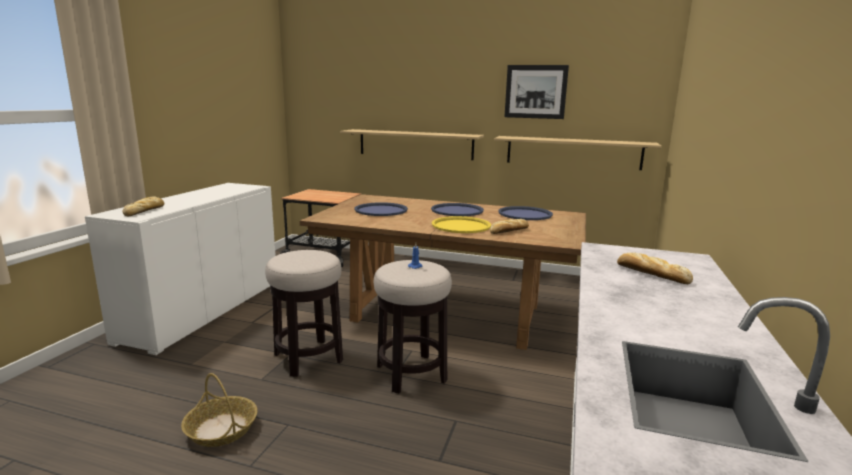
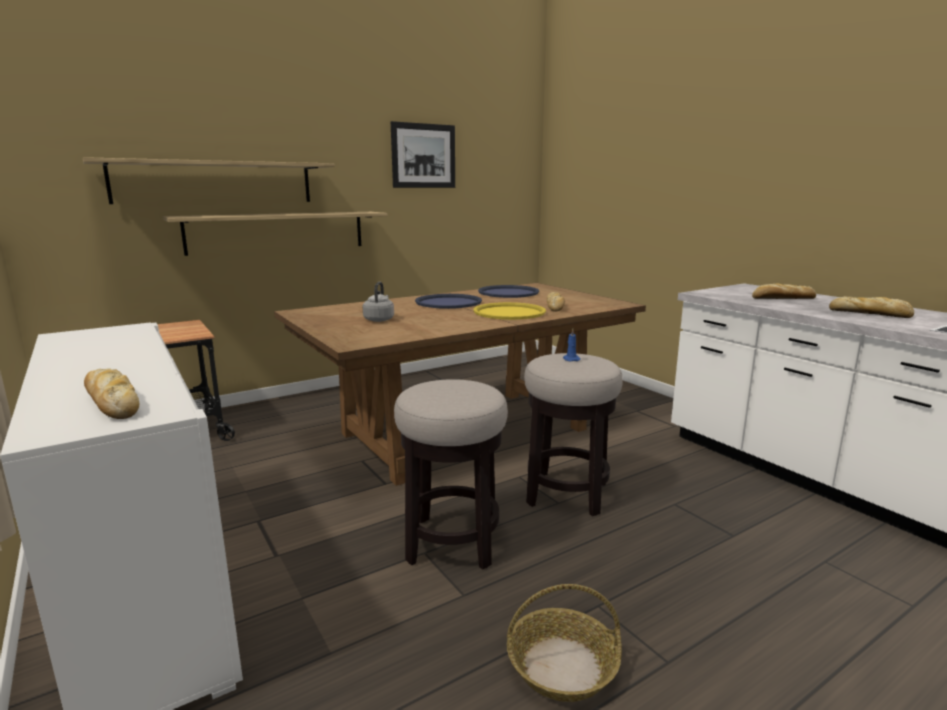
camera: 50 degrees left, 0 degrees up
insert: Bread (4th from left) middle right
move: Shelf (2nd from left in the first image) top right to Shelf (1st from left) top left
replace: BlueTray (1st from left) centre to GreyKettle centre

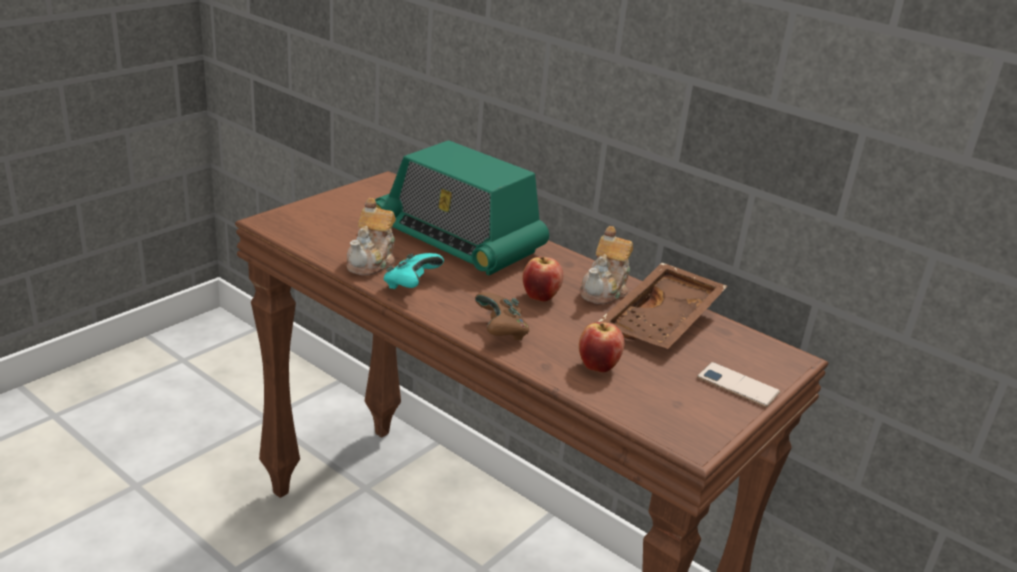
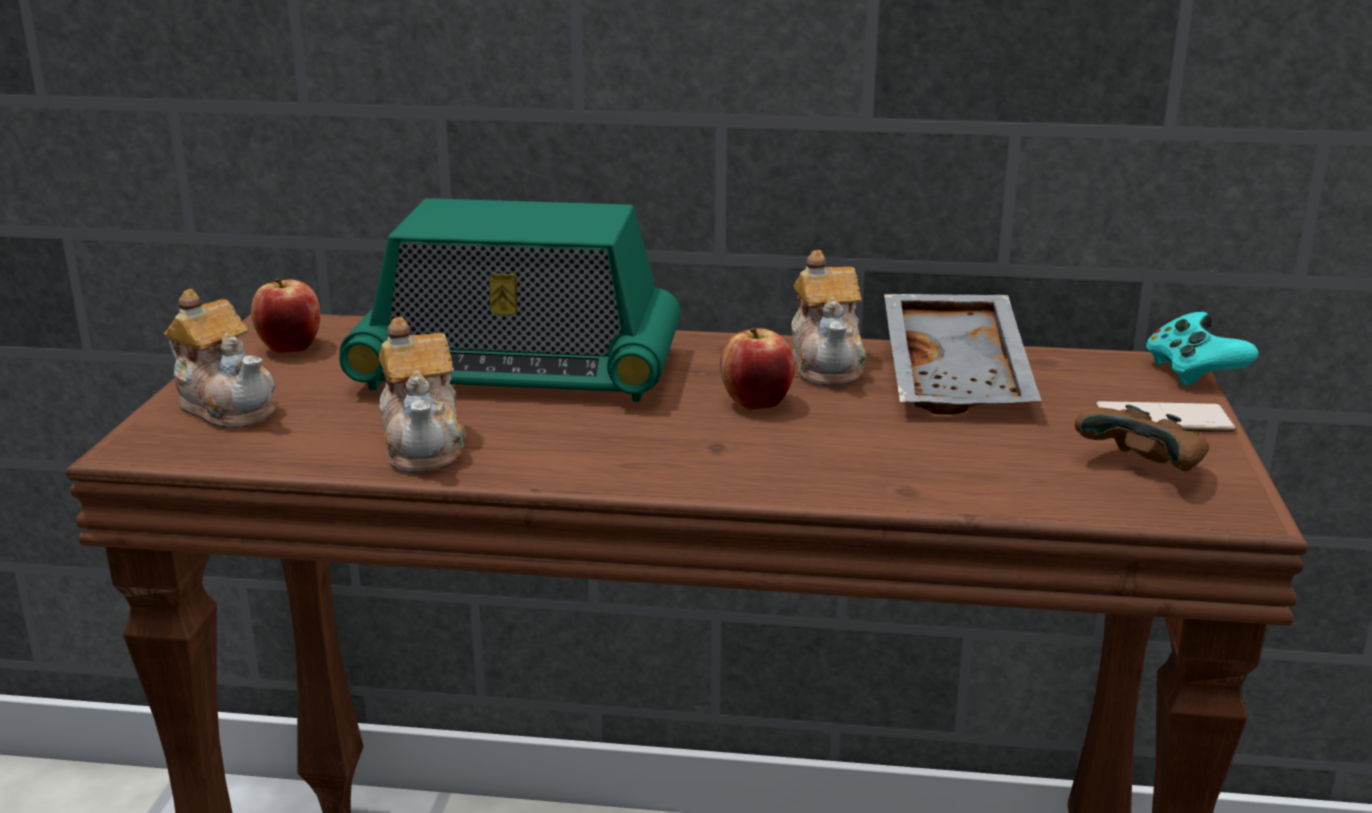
camera: 30 degrees left, 5 degrees down
insert: Teapot (1st from left) middle left
move: TurquoiseGameController centre to middle right; BrownGameController centre to middle right; Apple (2nd from left in the first image) centre to Apple (1st from left) middle left
recolor: BrownTray centre to GreyTray middle right

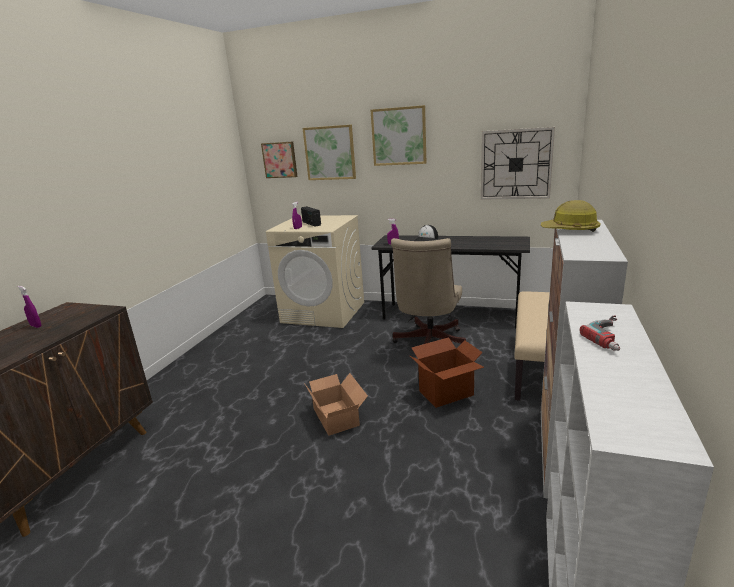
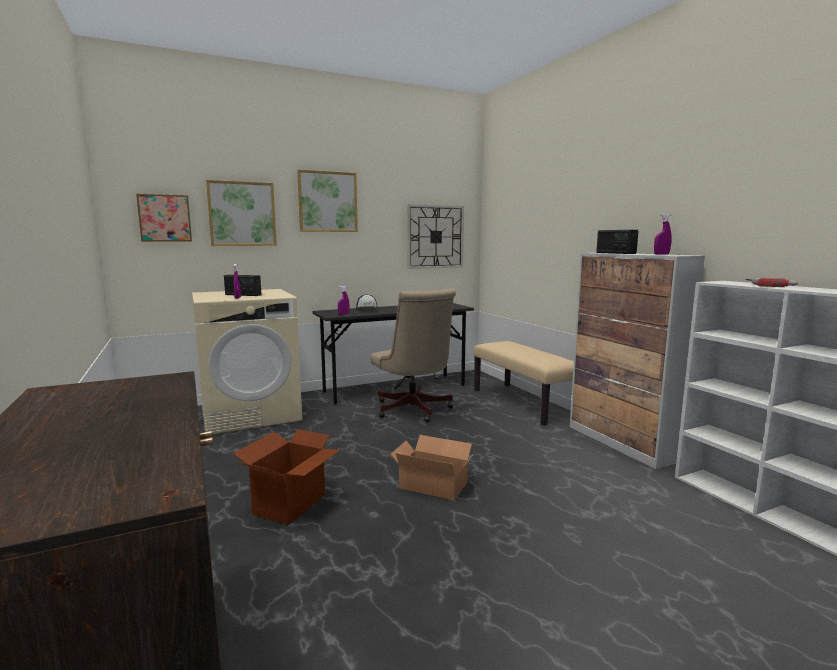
camera: 45 degrees left, 10 degrees down
move: PurpleSprayBottle (1st from left in the first image) middle left to PurpleSprayBottle (3rd from left) middle right; CardboardBox (2nd from left in the first image) centre to CardboardBox (1st from left) bottom centre
replace: HardHat middle right to Radio (2nd from left) middle right

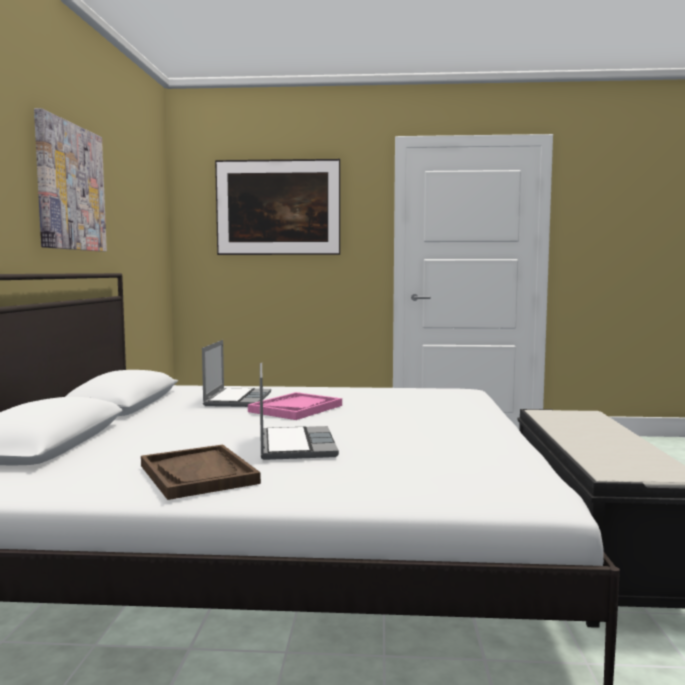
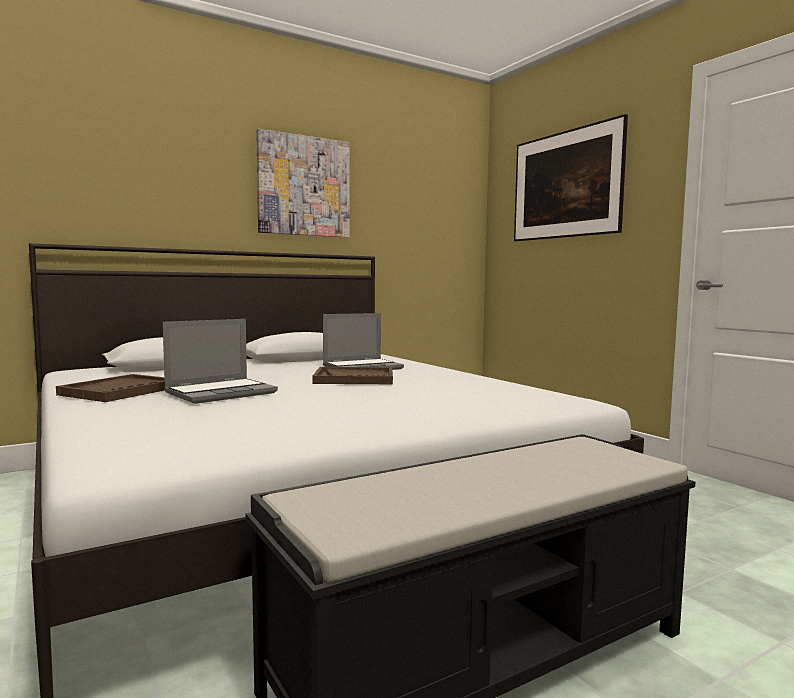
camera: 55 degrees right, 0 degrees up
recolor: PinkTray centre to BrownTray (2nd from left) centre

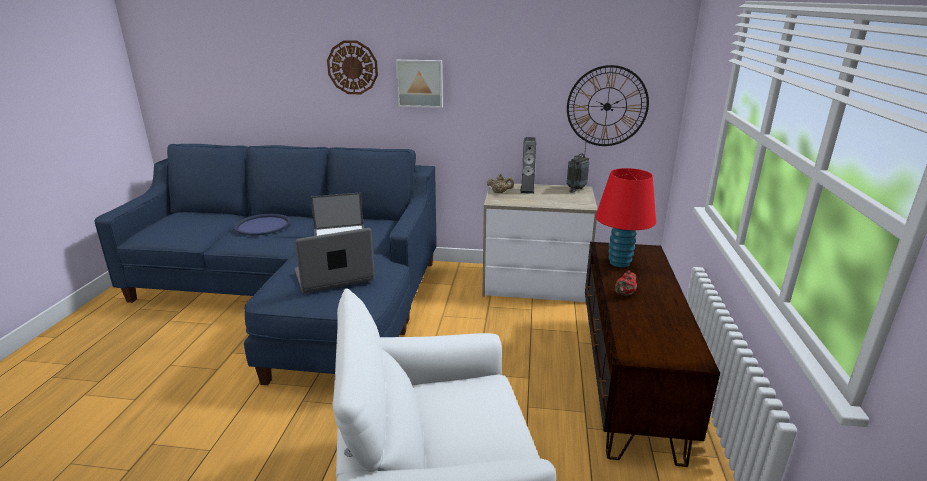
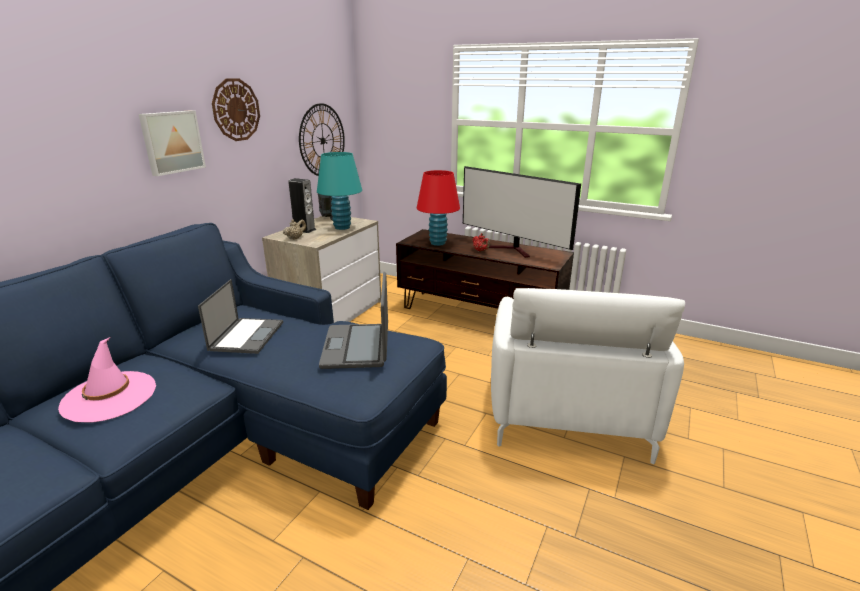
camera: 70 degrees left, 0 degrees up
insert: TurquoiseTableLamp top centre; Television centre
move: WallClock (1st from left) top centre to top left
replace: BlueTray middle left to PinkHat middle left

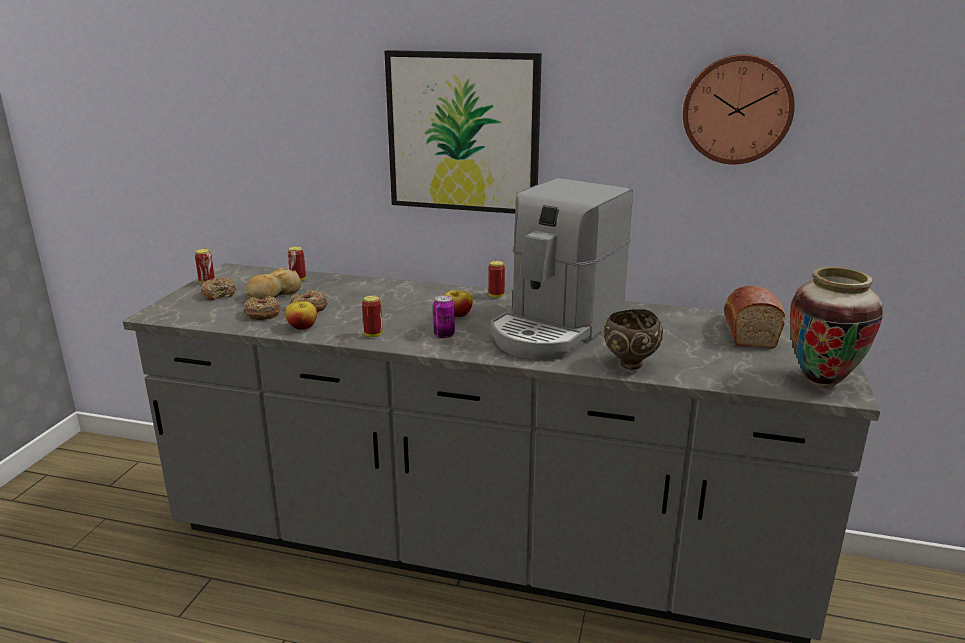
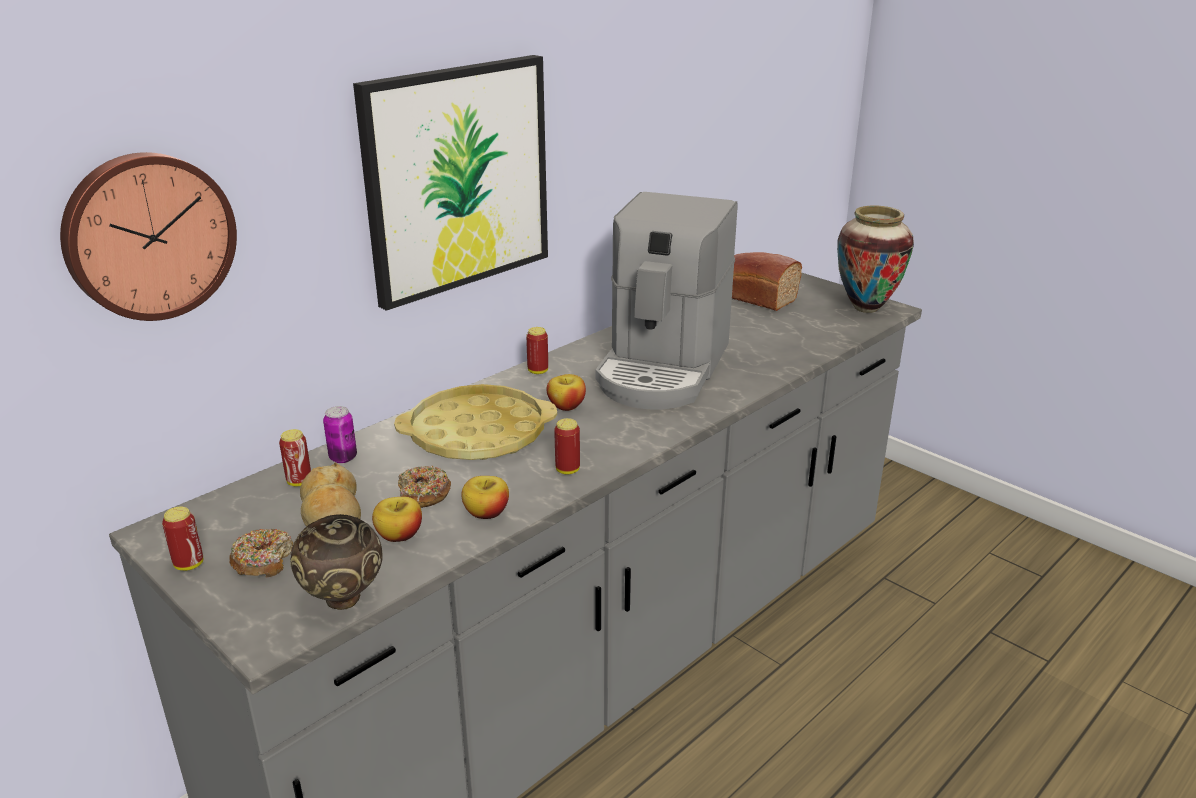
camera: 60 degrees left, 5 degrees up
insert: YellowTray centre
move: WallClock top right to top left; Can (4th from left in the first image) centre to Can (3rd from left) middle left; BrownBowl centre to bottom left
replace: Donut (2nd from left) middle left to Apple (1st from left) middle left
rotate: CoffeeMachine centre = centre 45 degrees clockwise

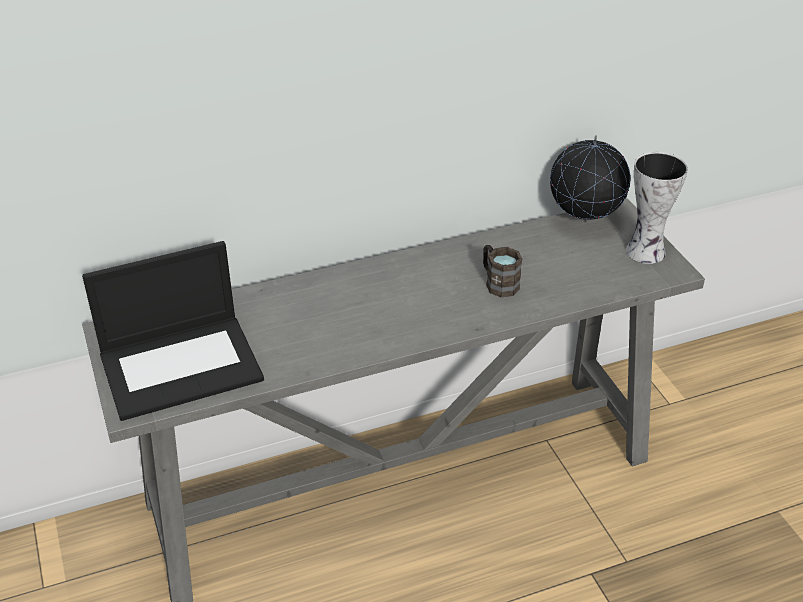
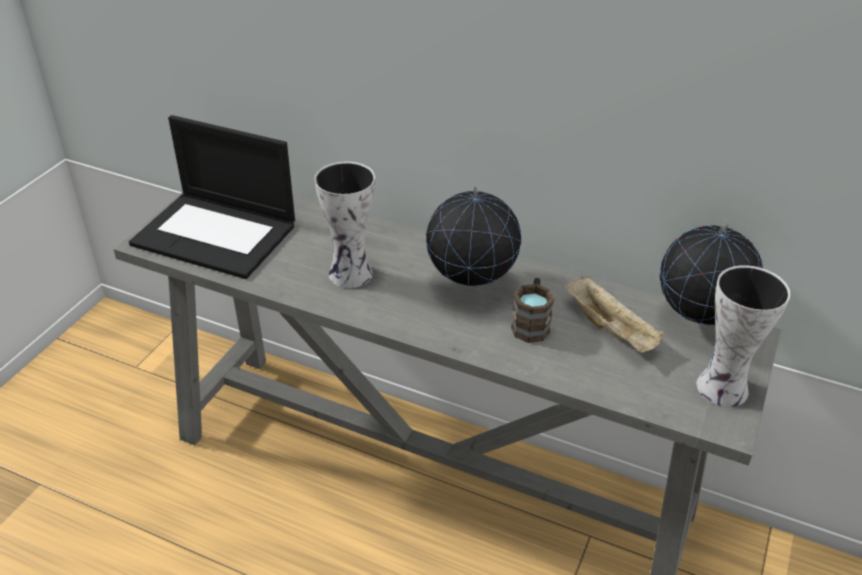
camera: 45 degrees right, 0 degrees up
insert: Vase (1st from left) centre; Globe (1st from left) centre; BeigeTray middle right

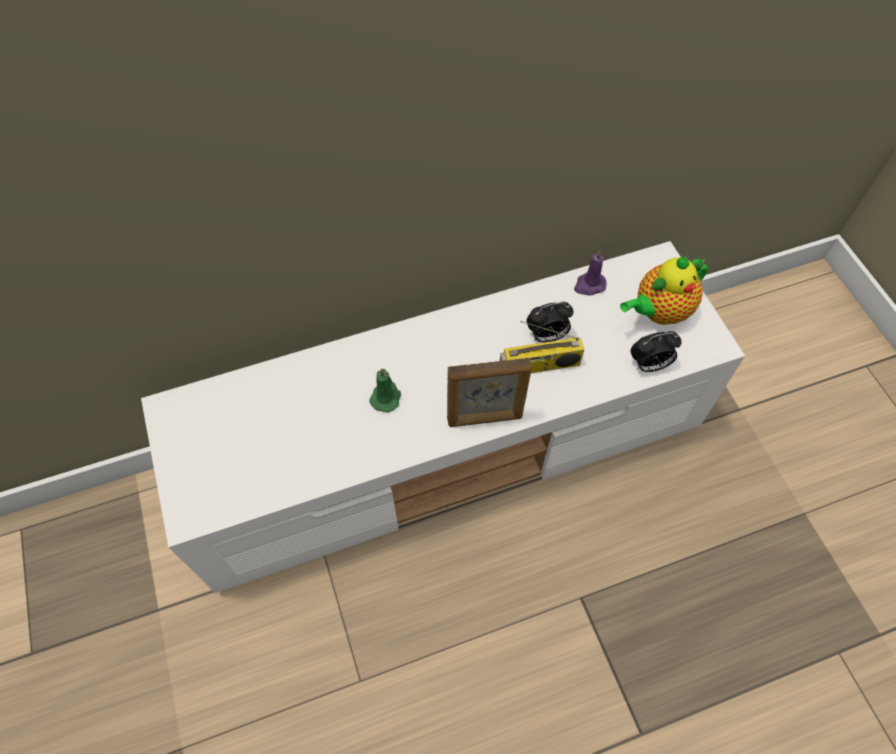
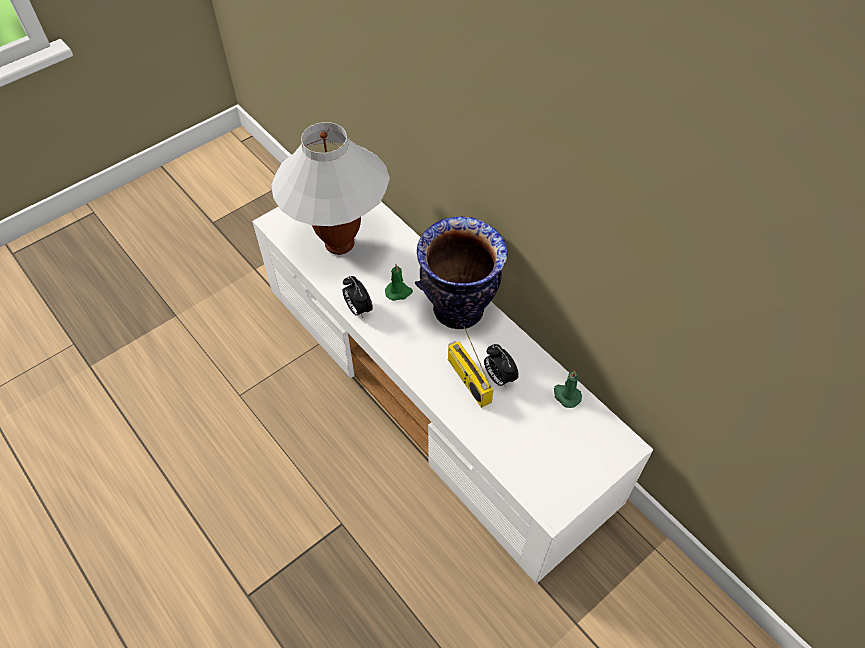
camera: 70 degrees right, 5 degrees down
delete: Teapot middle right; PictureFrame centre
insert: WhiteTableLamp top centre; Vase centre
move: AlarmClock (2nd from left in the first image) middle right to AlarmClock (1st from left) centre
recolor: PurpleCandle centre to GreenCandle (2nd from left) centre

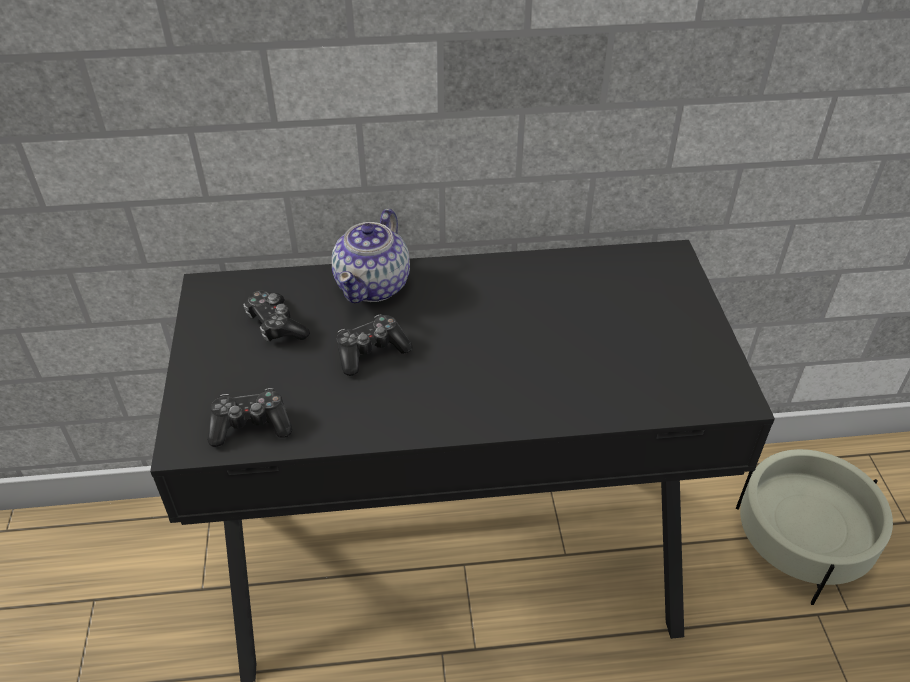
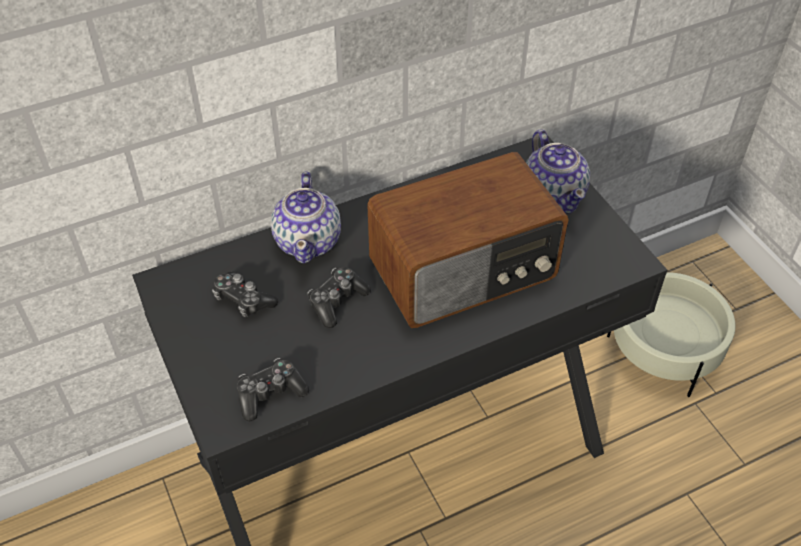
camera: 20 degrees left, 5 degrees up
insert: Teapot (2nd from left) top right; Radio centre

